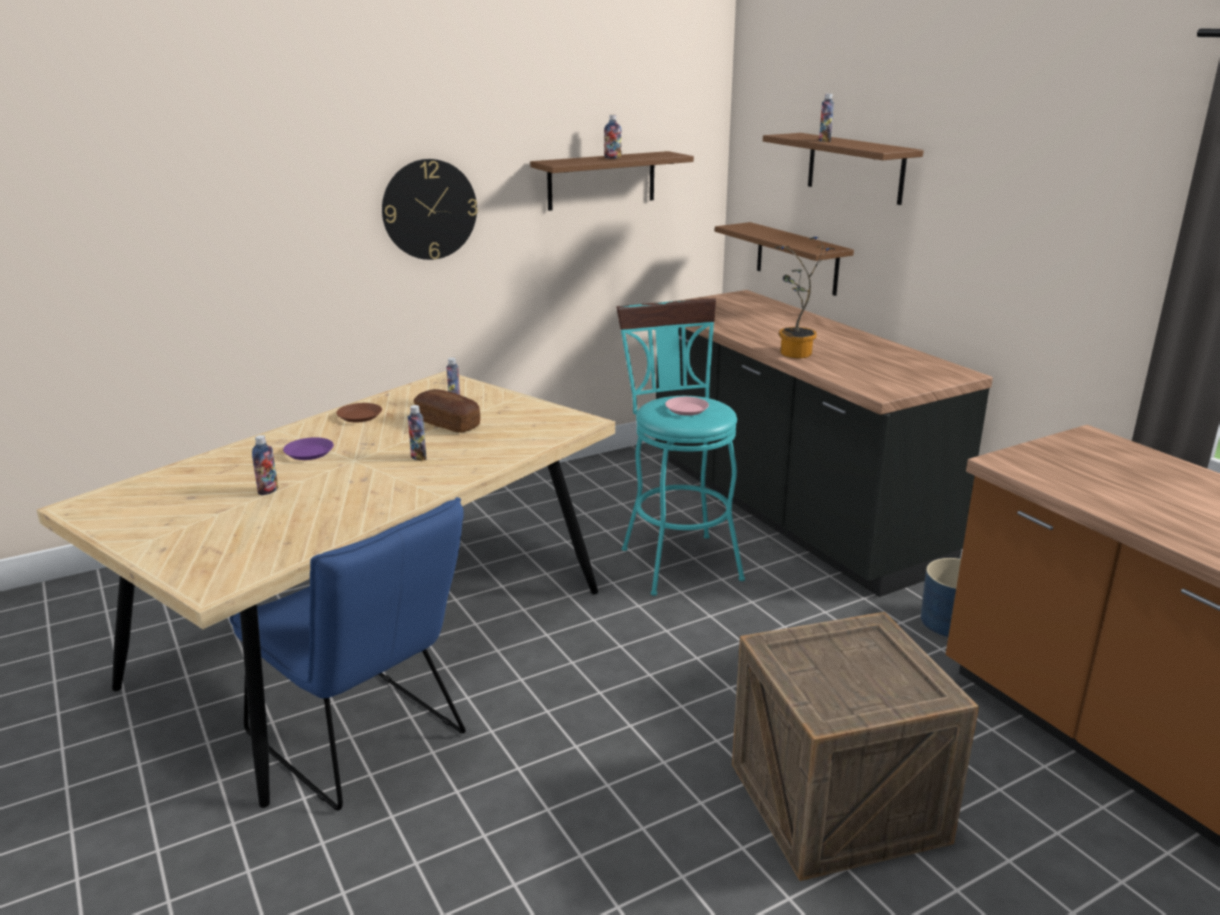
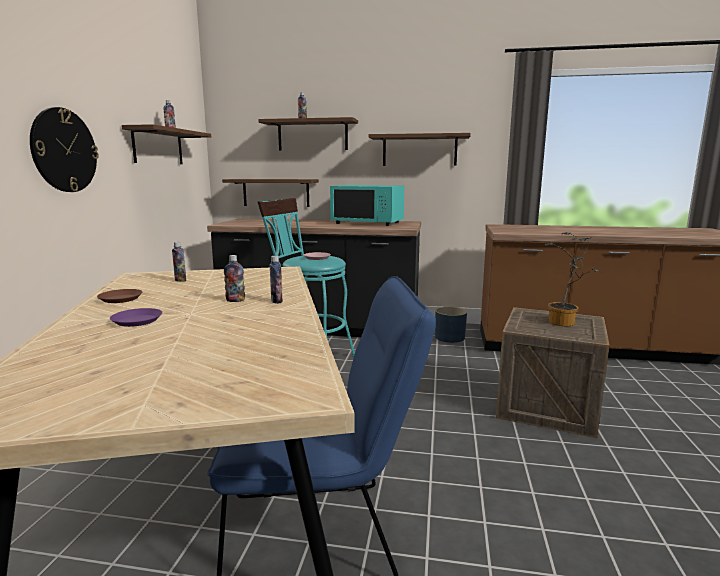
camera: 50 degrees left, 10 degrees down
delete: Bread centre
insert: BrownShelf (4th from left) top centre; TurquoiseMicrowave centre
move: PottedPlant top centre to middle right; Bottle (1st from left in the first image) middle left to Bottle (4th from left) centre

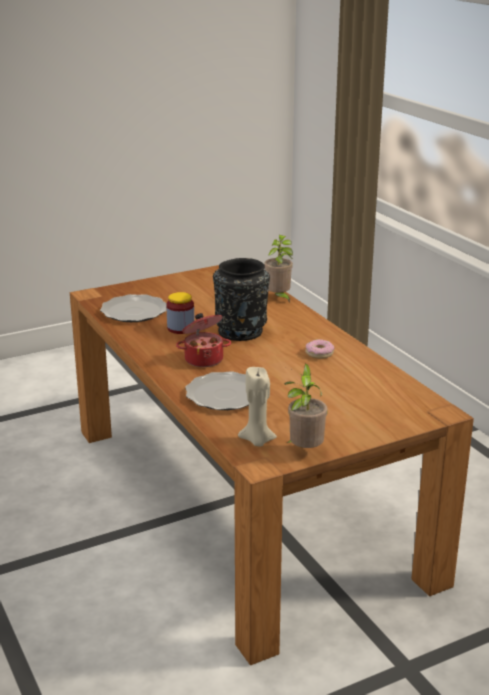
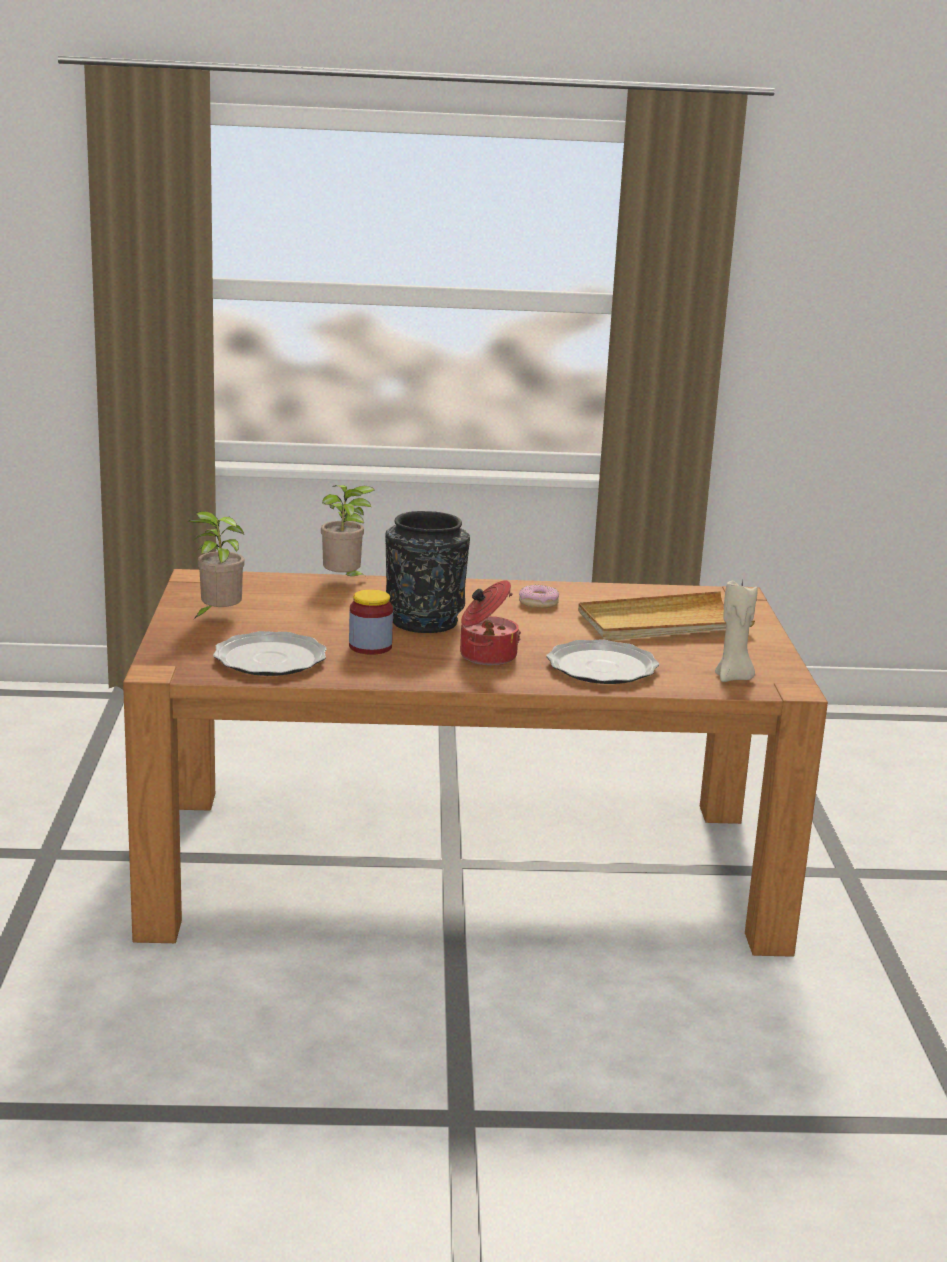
camera: 65 degrees left, 5 degrees down
insert: BeigeTray middle right
move: PottedPlant (2nd from left in the first image) centre to PottedPlant (1st from left) middle left

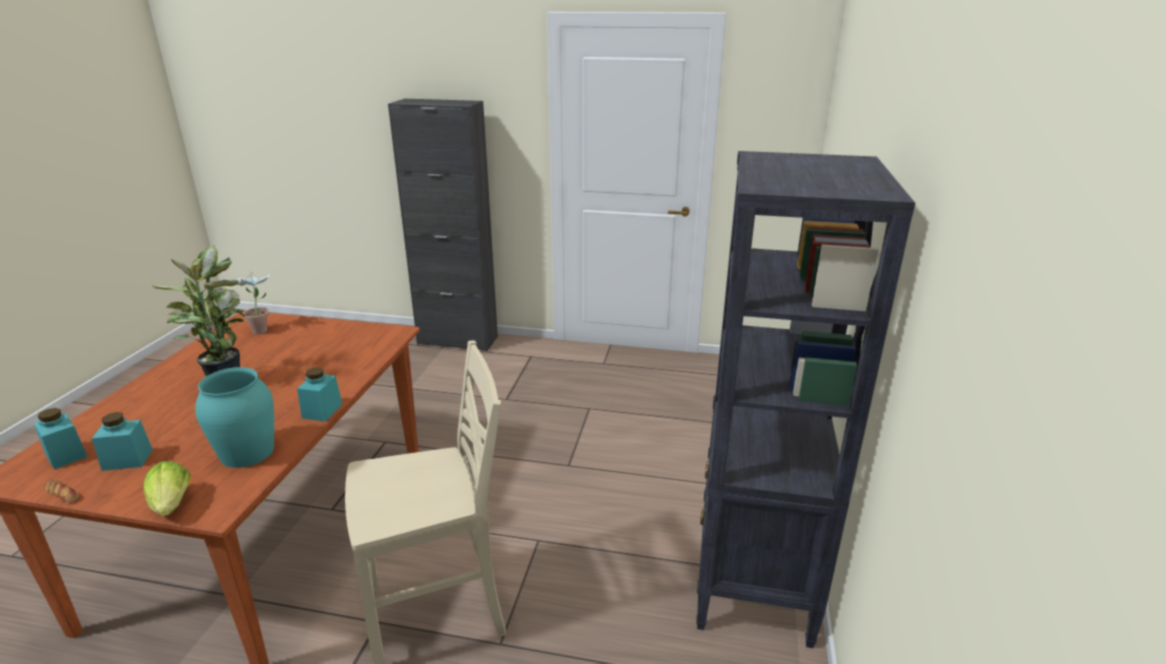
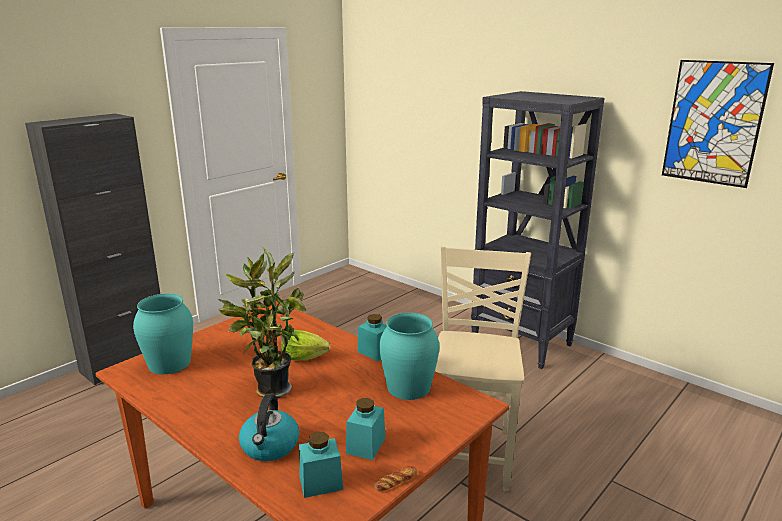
camera: 60 degrees left, 5 degrees down
insert: Picture top right; Kettle bottom centre
move: Lettuce bottom left to centre
replace: PottedPlant (2nd from left) middle left to TurquoiseVase (1st from left) middle left

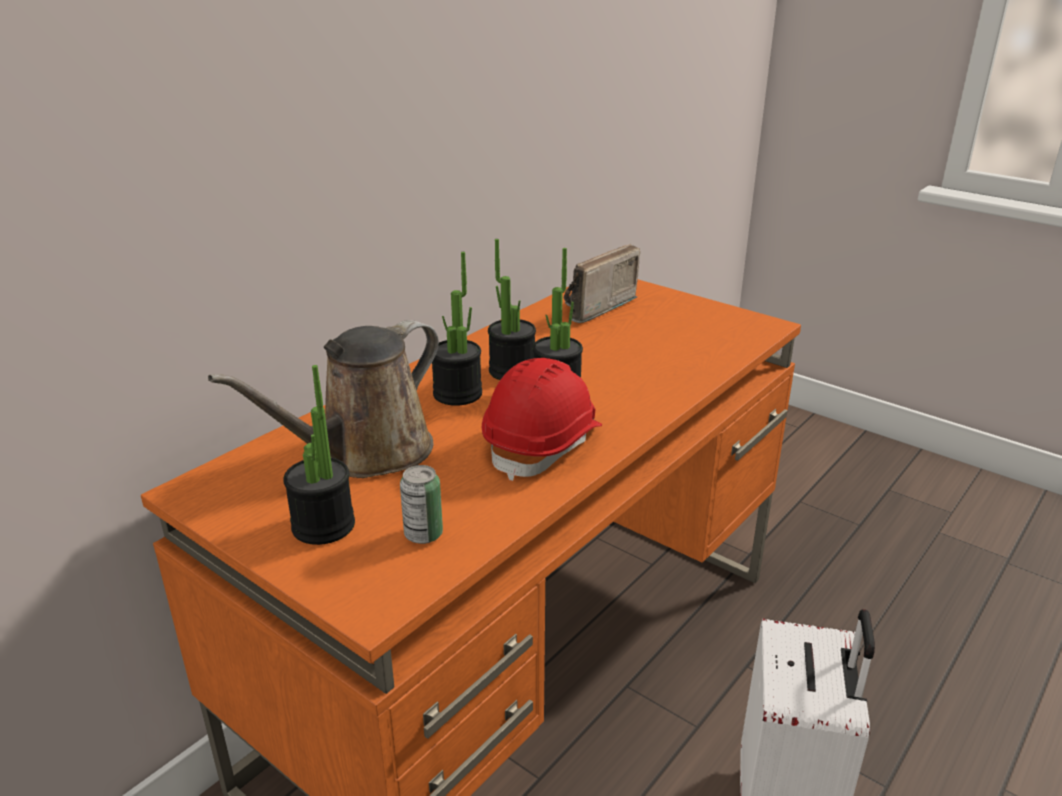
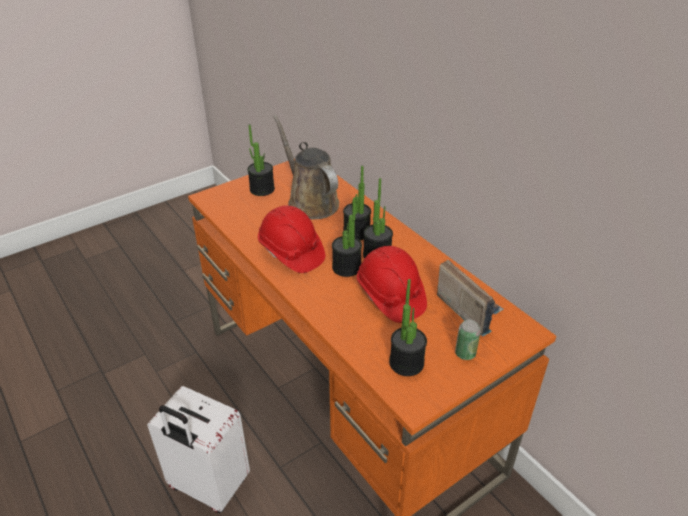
camera: 105 degrees right, 10 degrees up
insert: RedHardHat (2nd from left) centre; PottedPlant (5th from left) centre
move: Can centre to middle right

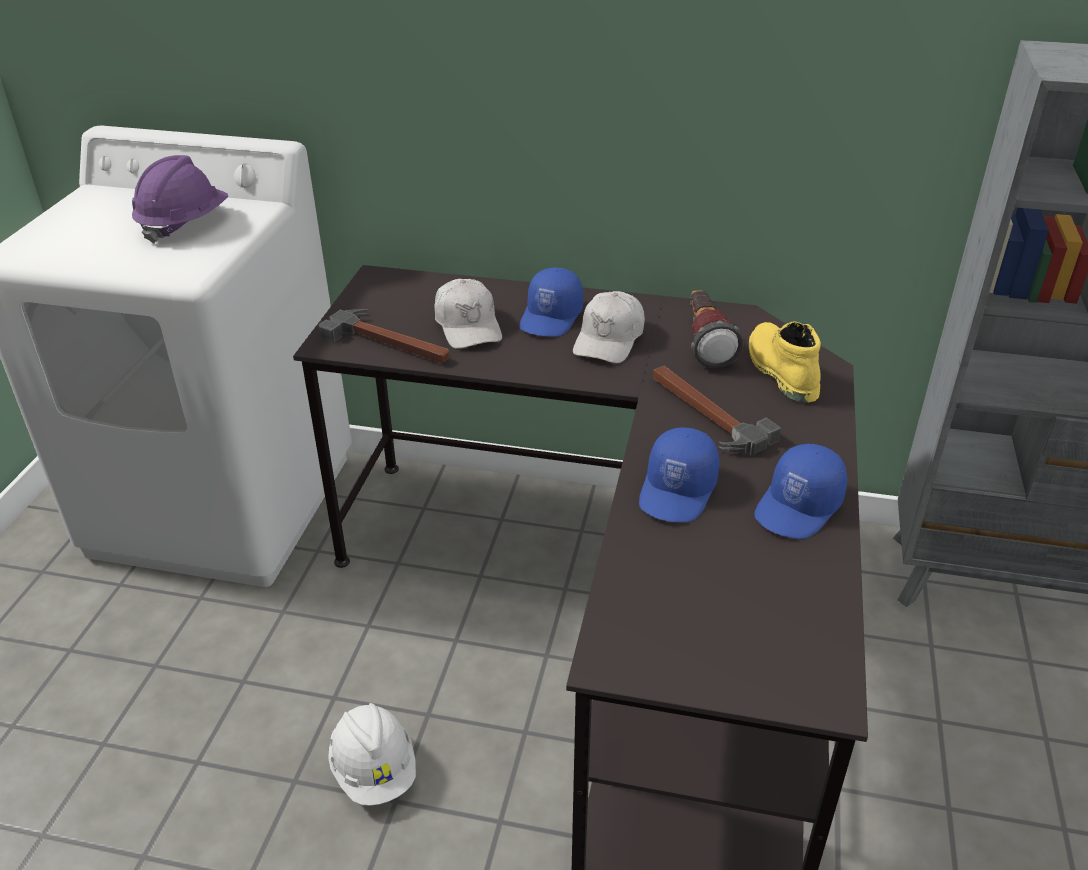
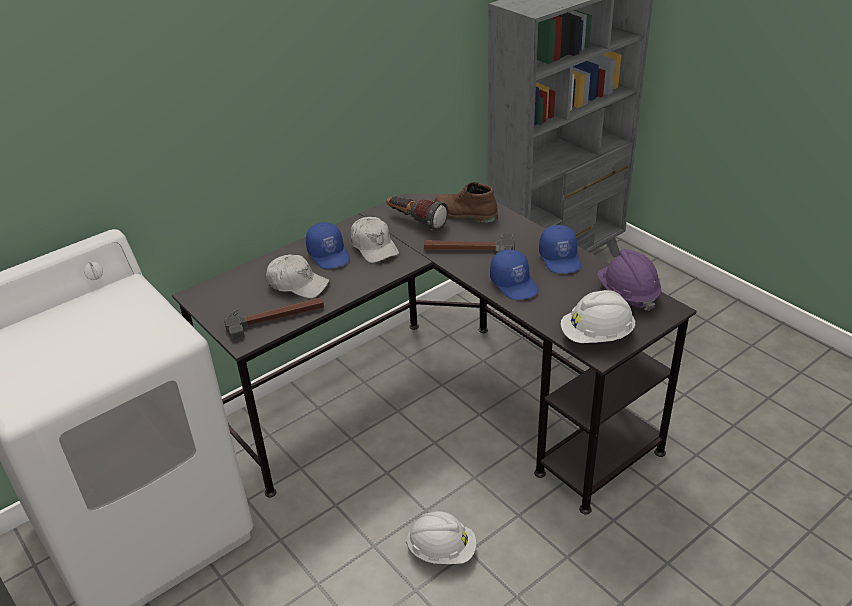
camera: 50 degrees left, 0 degrees up
insert: WhiteHardHat (2nd from left) middle right
move: PurpleHardHat top left to middle right
recolor: YellowBoot middle right to BrownBoot centre

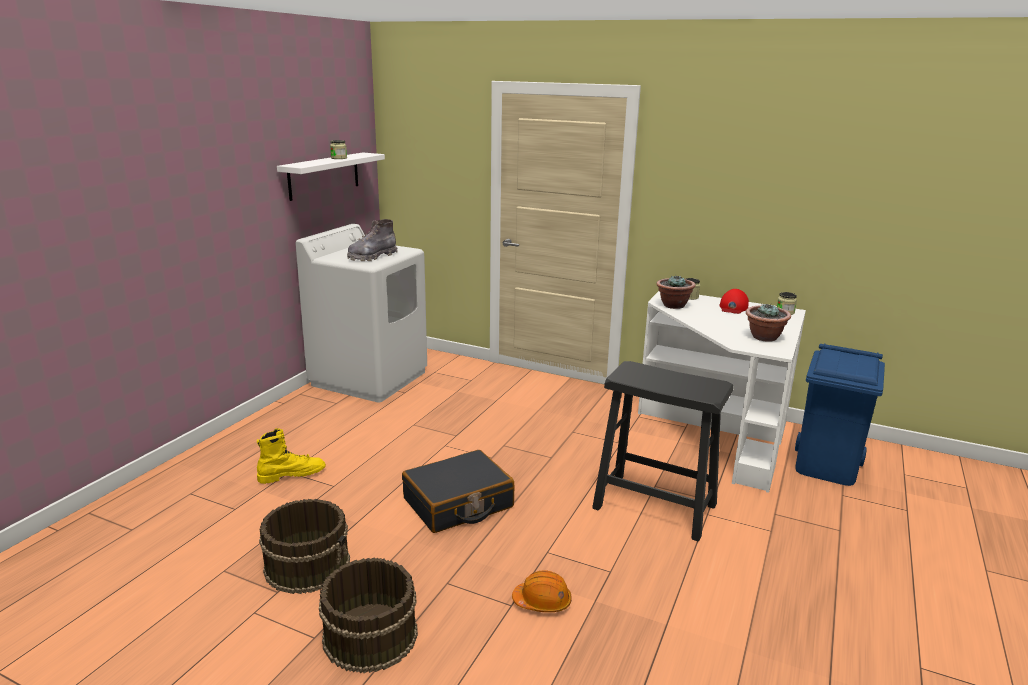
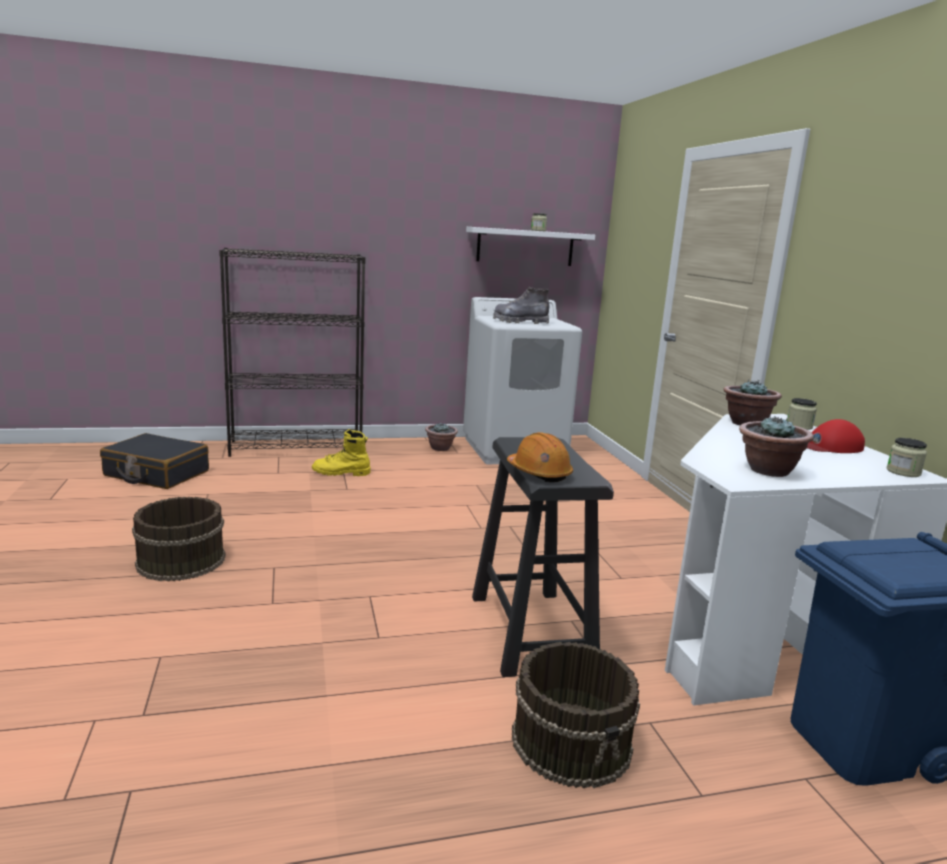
camera: 50 degrees right, 5 degrees down
insert: BlackBookcase middle left; PottedPlant (1st from left) centre
move: BlackSuitcase bottom centre to middle left; BrownBucket (1st from left in the first image) bottom left to BrownBucket (2nd from left) bottom centre; OrangeHardHat bottom centre to centre
rotate: YellowBoot middle left = centre 150 degrees clockwise

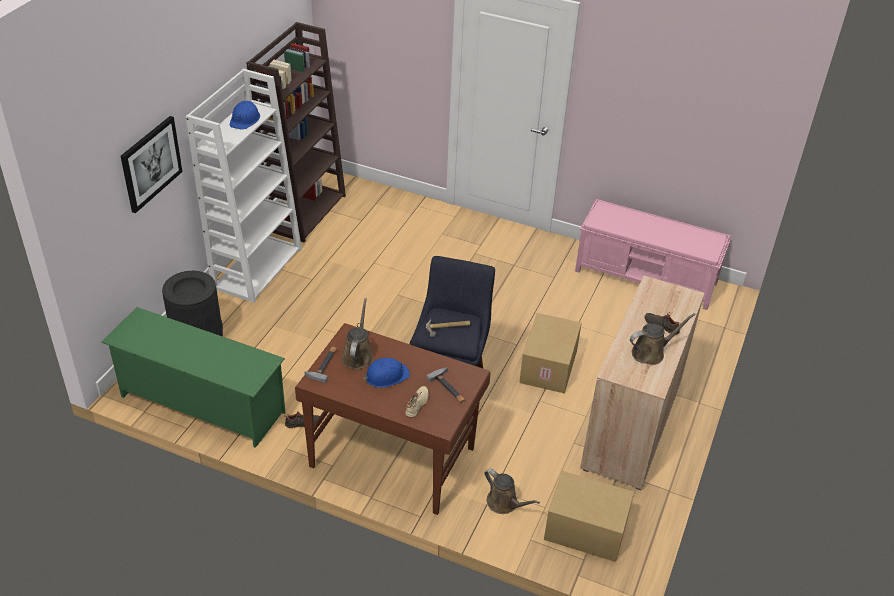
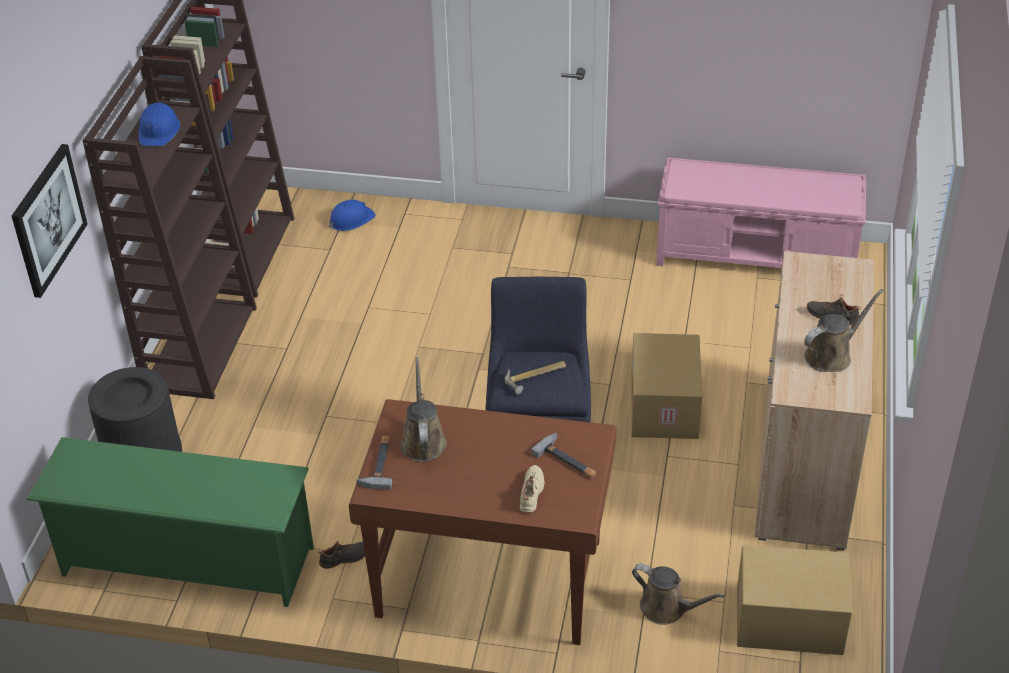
camera: 10 degrees left, 0 degrees up
move: BlueHardHat (2nd from left) centre to top centre
recolor: WhiteBookcase top left to BrownBookcase (1st from left) middle left

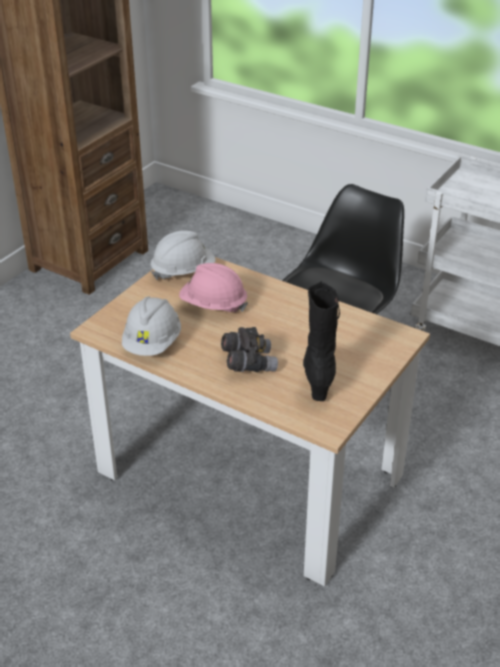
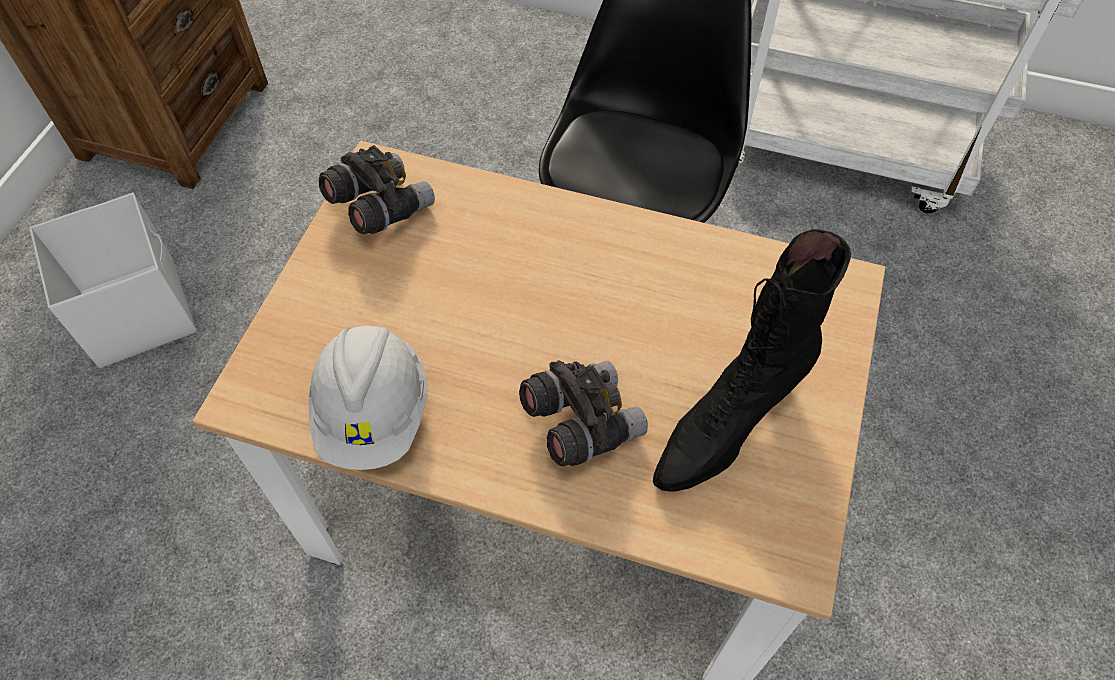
camera: 15 degrees left, 20 degrees up
delete: PinkHardHat centre
insert: WhiteStorageBox middle left
replace: WhiteHardHat (2nd from left) centre to GreyBinoculars (1st from left) top centre
rotate: BlackBoot centre = middle right 120 degrees counterclockwise

